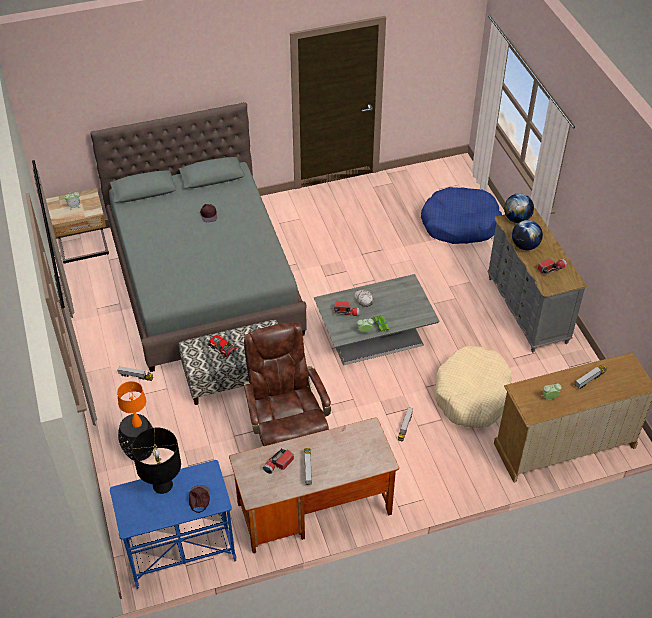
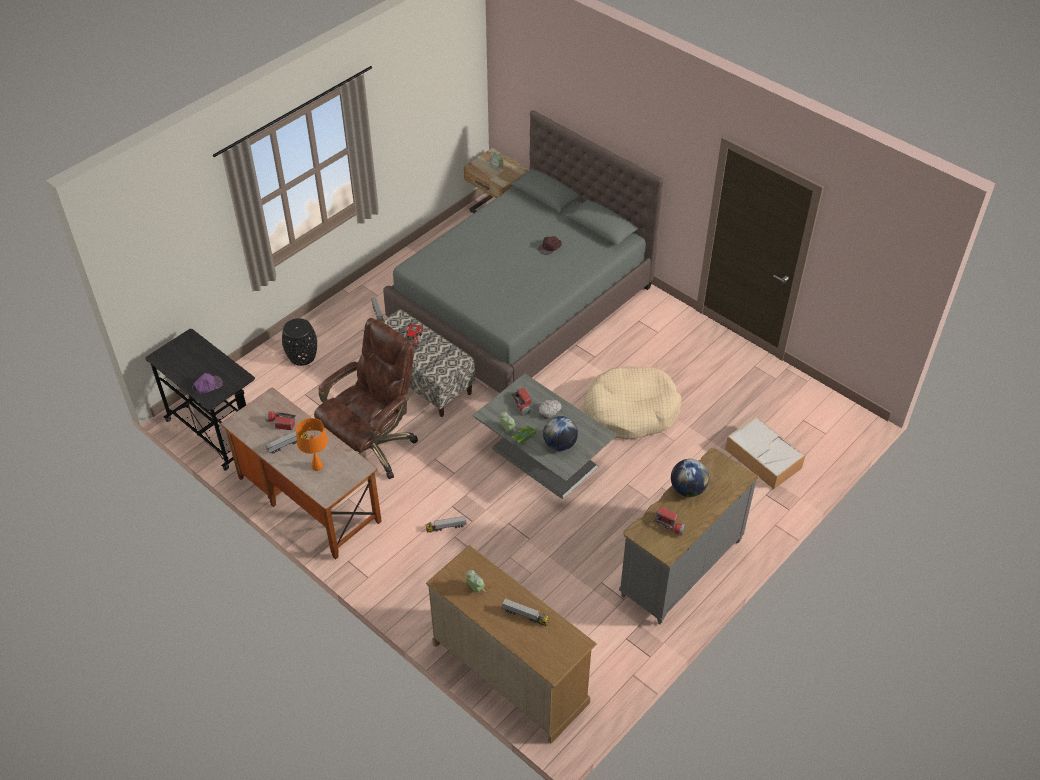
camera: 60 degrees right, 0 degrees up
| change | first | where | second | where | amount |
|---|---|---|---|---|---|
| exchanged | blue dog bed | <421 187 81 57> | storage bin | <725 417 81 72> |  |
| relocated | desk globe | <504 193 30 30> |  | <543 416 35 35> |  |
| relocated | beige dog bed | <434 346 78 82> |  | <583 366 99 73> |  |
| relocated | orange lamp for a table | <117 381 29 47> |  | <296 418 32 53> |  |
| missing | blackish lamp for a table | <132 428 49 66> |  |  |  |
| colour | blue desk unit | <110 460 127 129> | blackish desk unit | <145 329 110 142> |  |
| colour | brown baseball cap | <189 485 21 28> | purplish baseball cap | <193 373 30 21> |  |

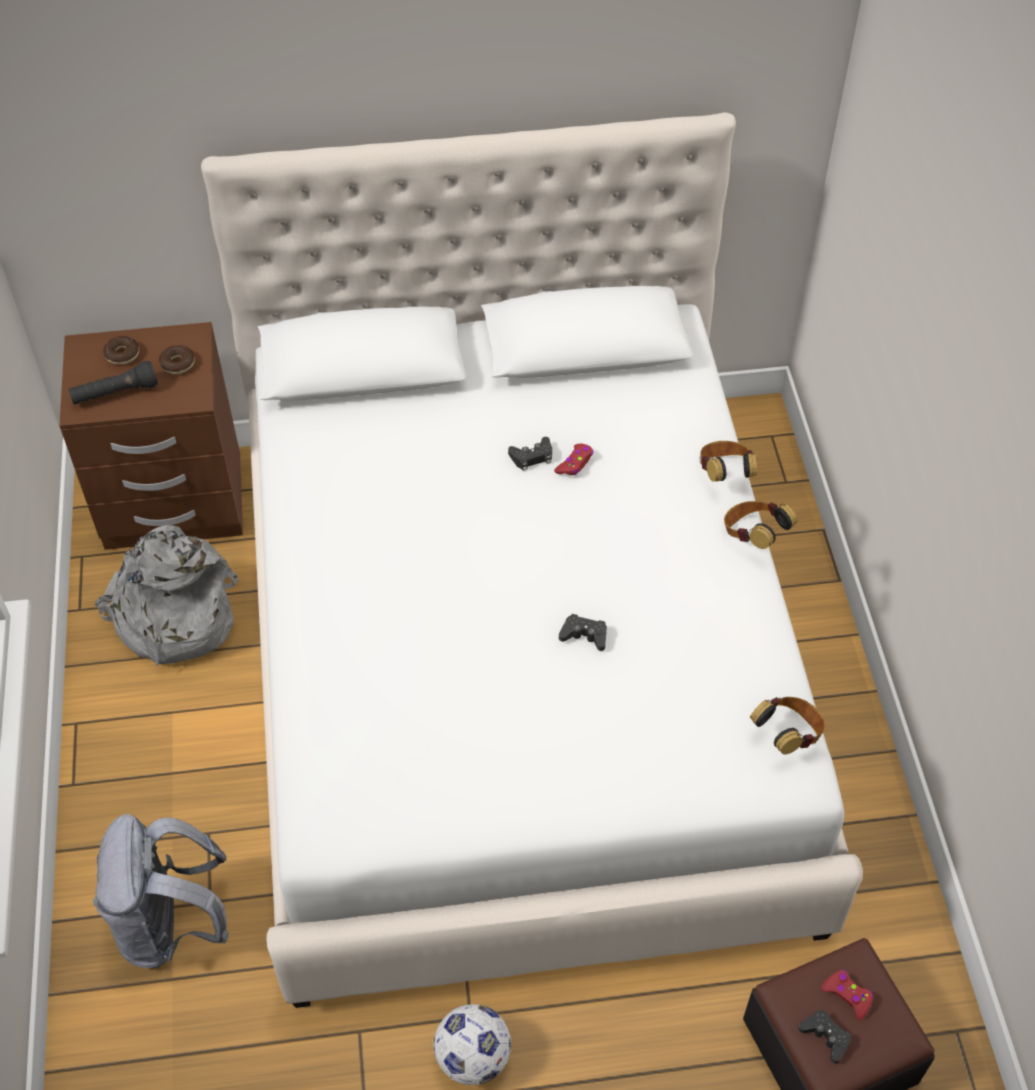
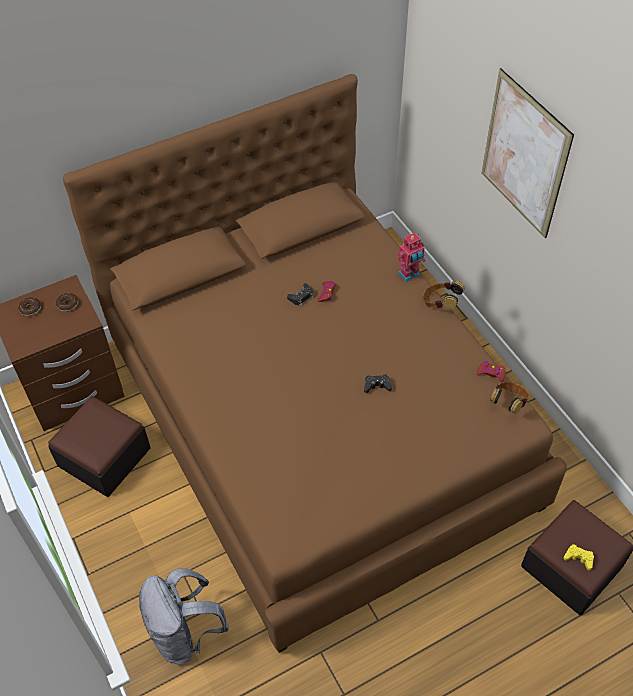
camera: 20 degrees left, 0 degrees up
| change | first | where | second | where | amount |
|---|---|---|---|---|---|
| colour | white-coloured bedroom bed | <201 112 662 896> | brown bedroom bed | <63 74 504 579> |  |
| missing | blackish flashlight | <68 361 90 43> |  |  |  |
| exchanged | headphones | <700 441 57 41> | toy robot | <397 233 29 49> |  |
| exchanged | gray rucksack | <95 525 143 141> | footrest | <48 396 102 101> |  |
| relocated | red joypad | <821 970 52 50> |  | <477 361 28 21> |  |
| missing | football ball | <433 1004 78 81> |  |  |  |
| colour | blackish joypad | <798 1010 53 54> | yellow-coloured joypad | <563 544 31 26> |  |
| appeared |  |  | wall art | <482 68 92 170> |  |

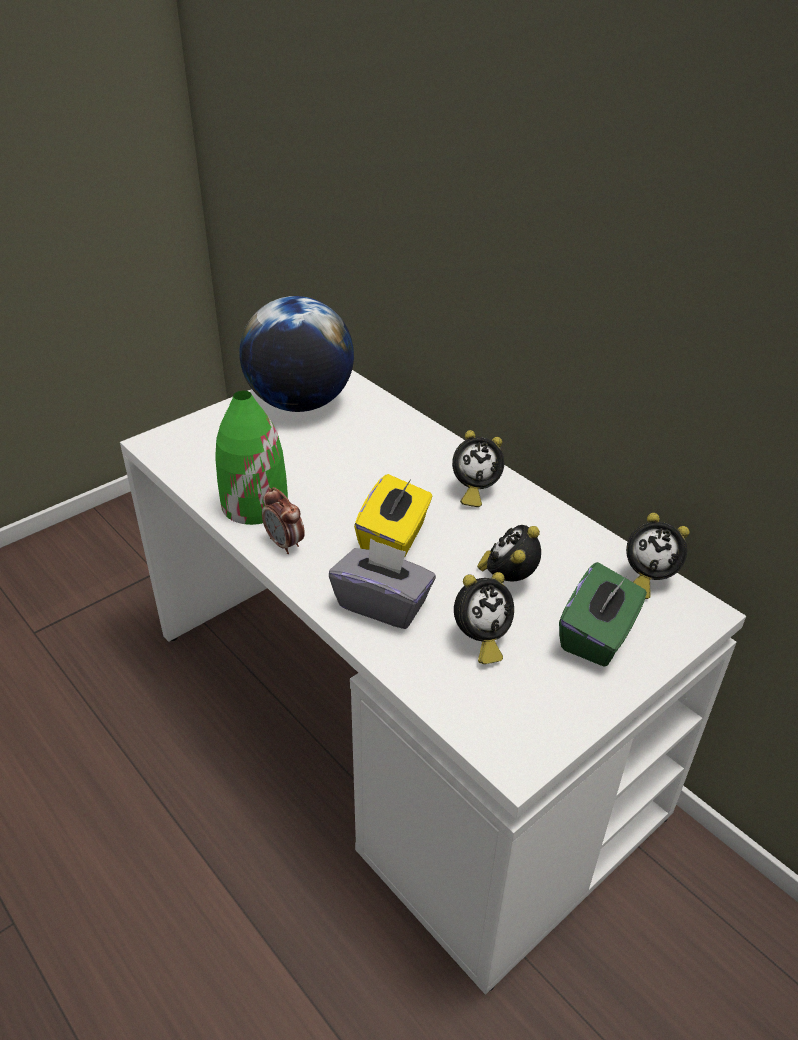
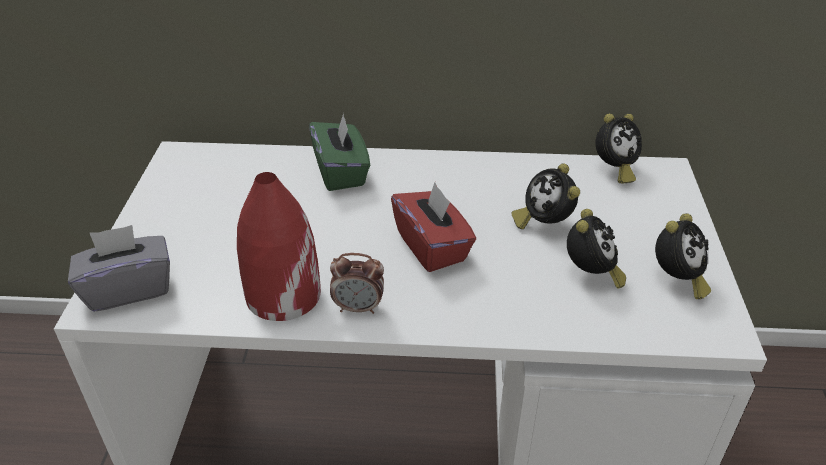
camera: 45 degrees left, 0 degrees up
| change | first | where | second | where | amount |
|---|---|---|---|---|---|
| missing | desk globe | <239 296 115 116> |  |  |  |
| colour | green decorative vase | <215 391 73 134> | red decorative vase | <237 172 84 149> |  |
| relocated | table clock | <452 430 52 77> |  | <655 213 56 86> |  |
| colour | yellow-coloured box of tissues | <354 474 78 84> | red box of tissues | <391 183 85 89> |  |
| relocated | gray box of tissues | <329 538 107 91> |  | <68 225 102 87> |  |
| relocated | green box of tissues | <559 562 88 105> |  | <309 113 61 78> |  |

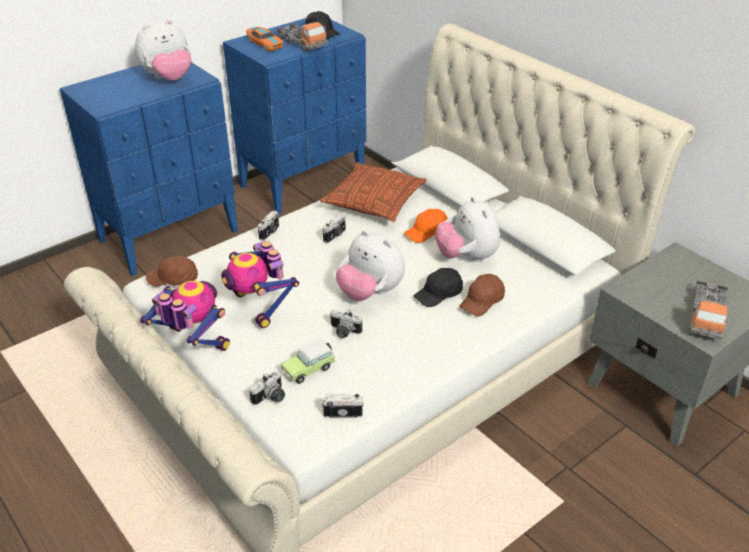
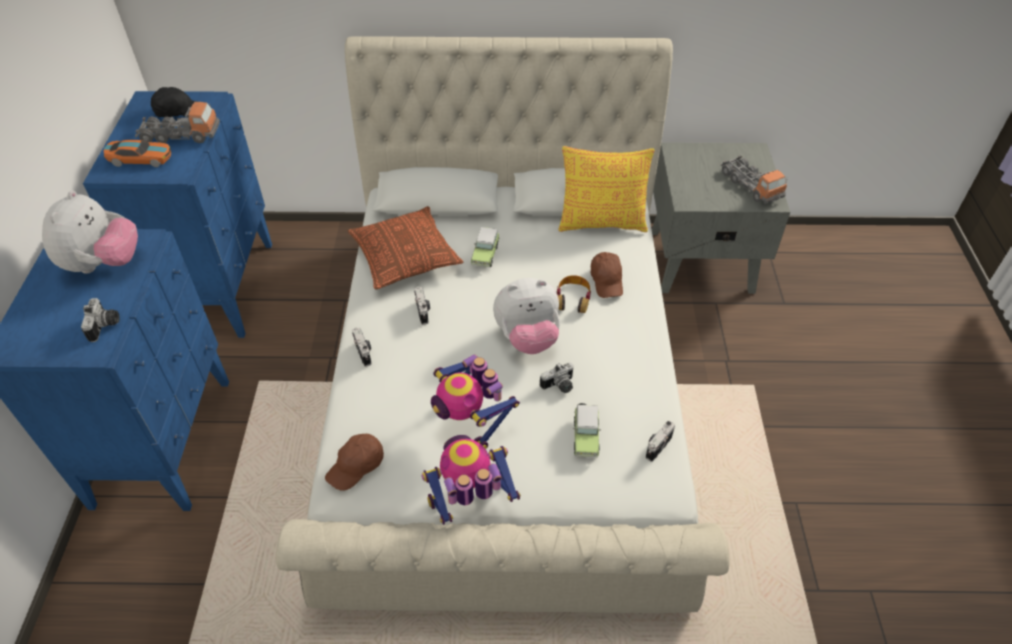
camera: 50 degrees left, 10 degrees up
| change | first | where | second | where | amount |
|---|---|---|---|---|---|
| missing | soft toy | <435 197 65 65> |  |  |  |
| exchanged | orange baseball cap | <404 209 44 34> | model car | <471 227 29 40> |  |
| spun | toy robot | <221 241 78 87> |  | <431 354 89 95> | 45 degrees clockwise |
| exchanged | blackish baseball cap | <413 268 50 39> | headphones | <557 275 34 38> |  |
| relocated | photo camera | <250 371 35 34> |  | <81 298 39 44> |  |
| appeared |  |  | yellow-coloured pillow | <558 146 96 86> |  |

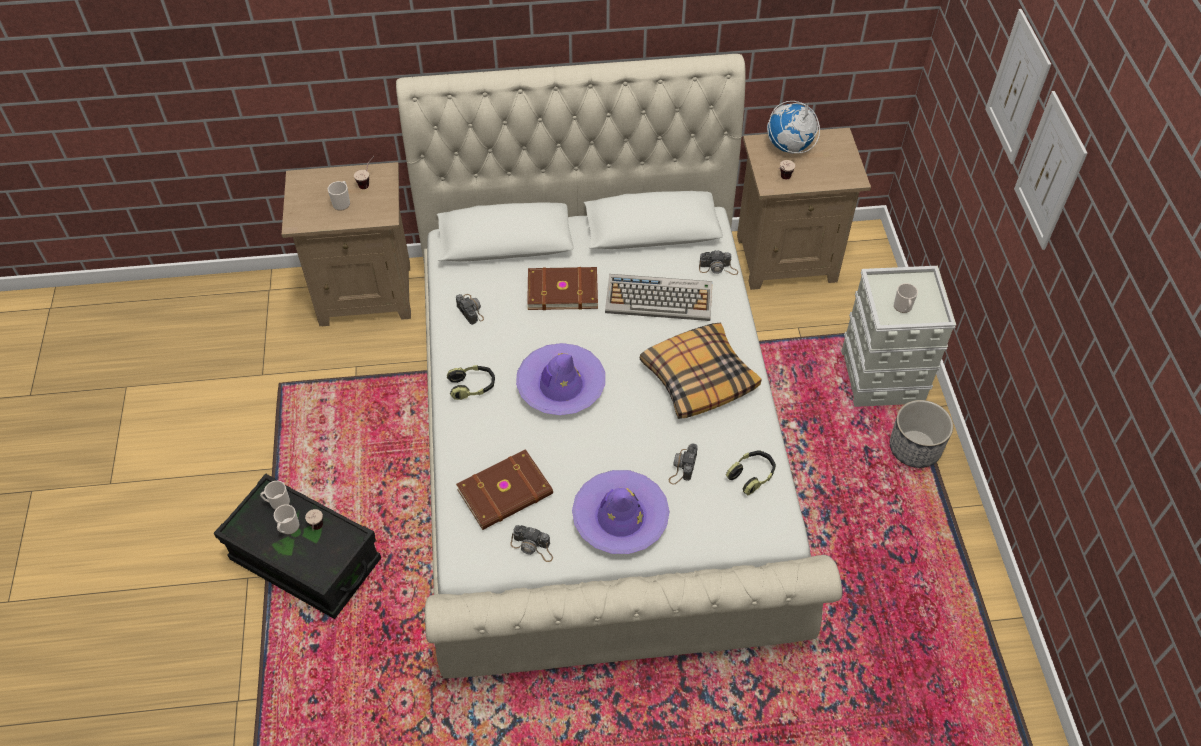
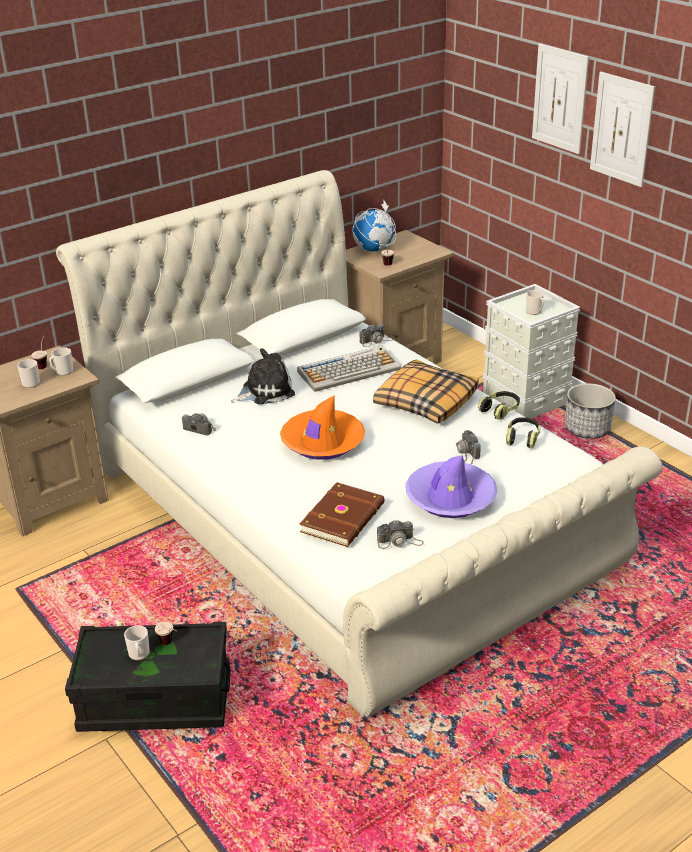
camera: 30 degrees left, 20 degrees down
| change | first | where | second | where | amount |
|---|---|---|---|---|---|
| exchanged | brown bound book | <527 267 71 43> | soft toy | <231 348 64 57> |  |
| colour | purplish hat | <516 343 89 72> | orange hat | <280 396 85 64> |  |
| relocated | headphones | <447 365 48 35> |  | <478 391 42 29> |  |
| relocated | coffee mug | <260 481 30 29> |  | <49 347 24 29> |  |

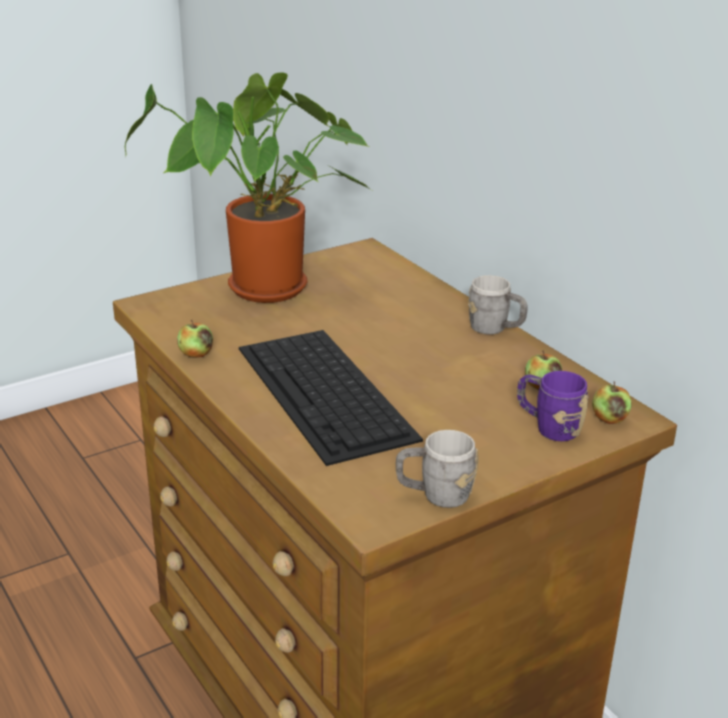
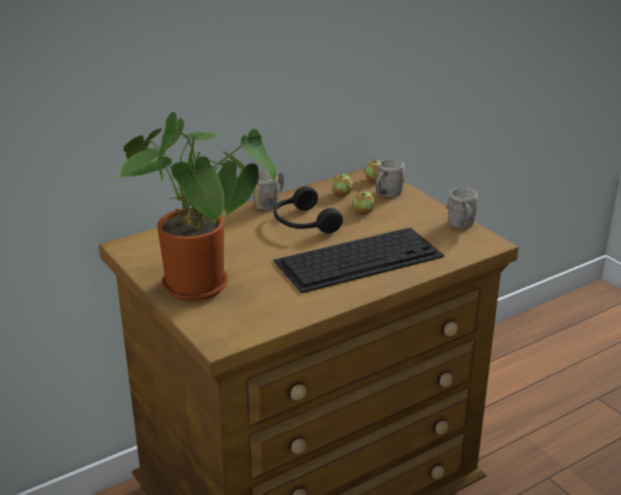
camera: 90 degrees left, 0 degrees up
| change | first | where | second | where | amount |
|---|---|---|---|---|---|
| relocated | apple fruit | <177 320 36 38> |  | <353 191 22 23> |  |
| colour | purplish coffee mug | <517 371 72 70> | gray coffee mug | <376 159 30 38> |  |
| appeared |  |  | blackish headphones | <273 186 70 47> |  |

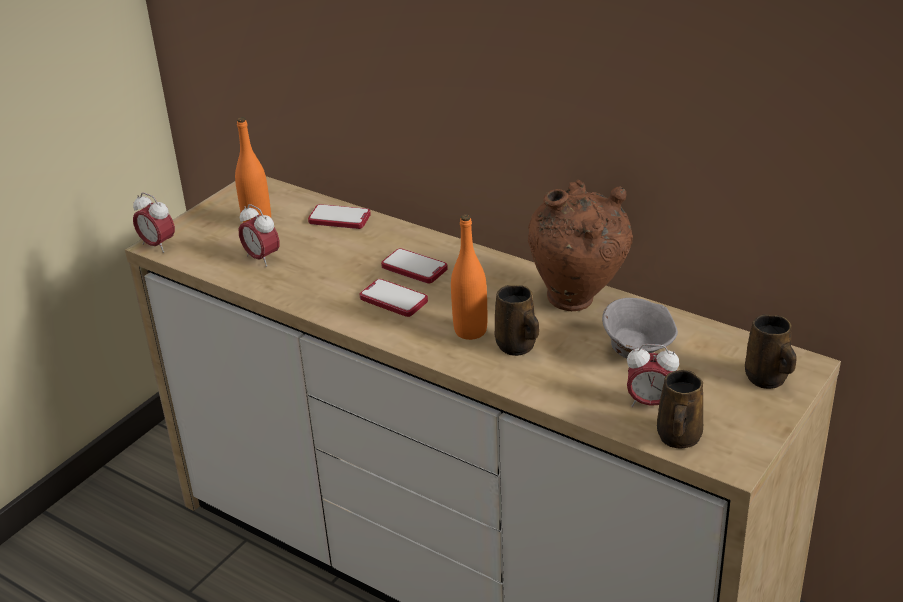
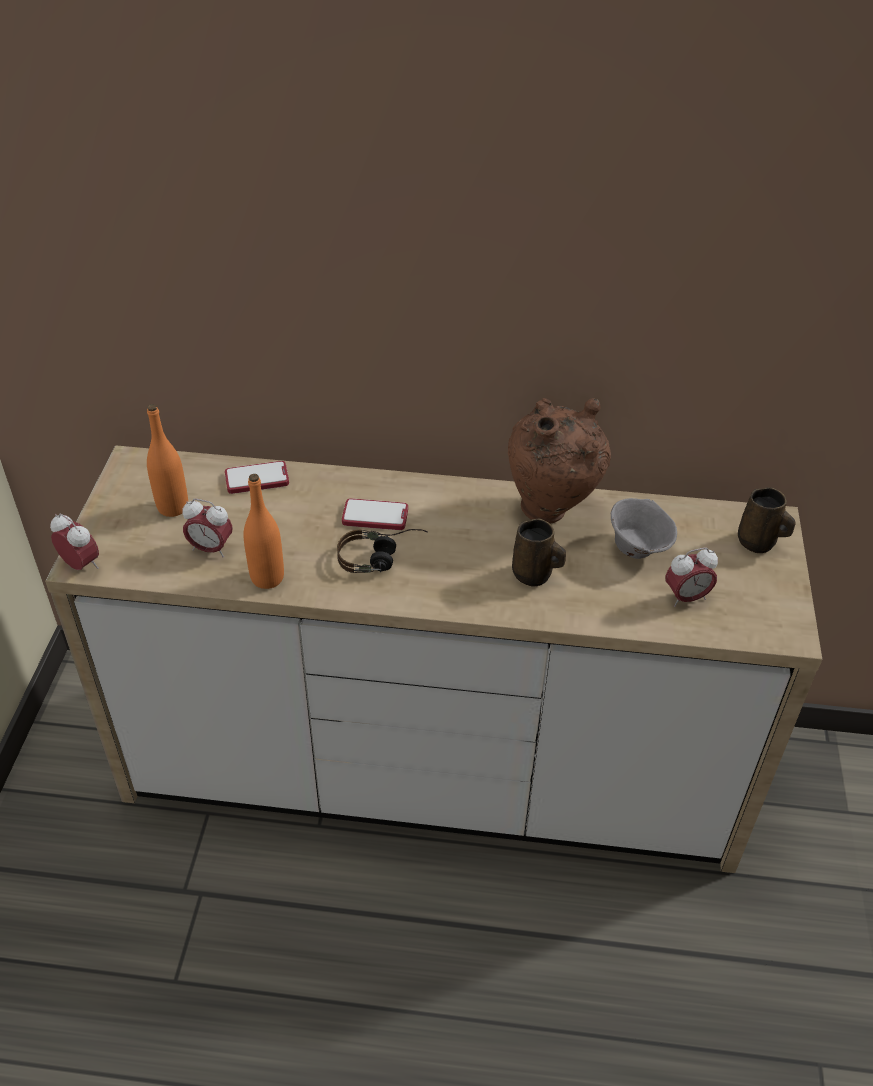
camera: 30 degrees left, 10 degrees up
| change | first | where | second | where | amount |
|---|---|---|---|---|---|
| spun | table clock | <133 193 42 60> |  | <50 514 49 56> | 150 degrees counterclockwise |
| relocated | orange drink bottle | <451 214 36 126> |  | <243 474 41 115> |  |
| exchanged | handset | <360 279 68 38> | headphones | <337 529 91 44> |  |
| missing | brown coffee mug | <657 370 46 79> |  |  |  |

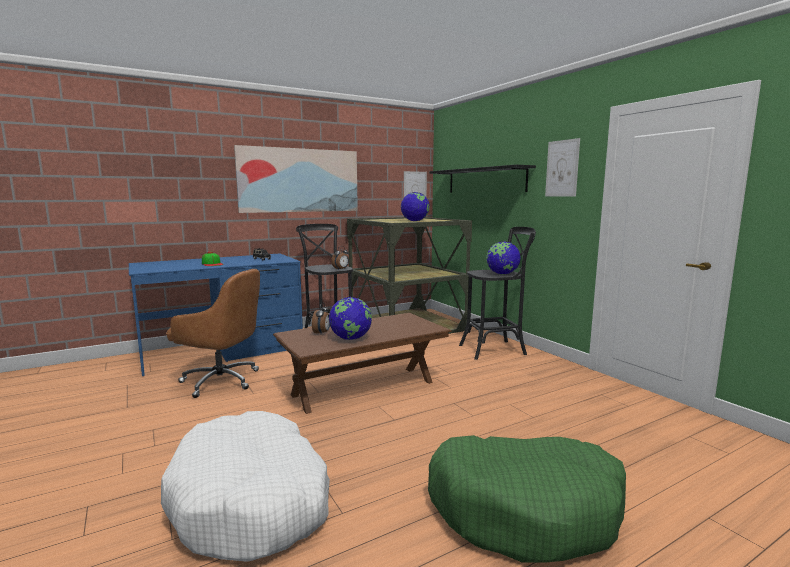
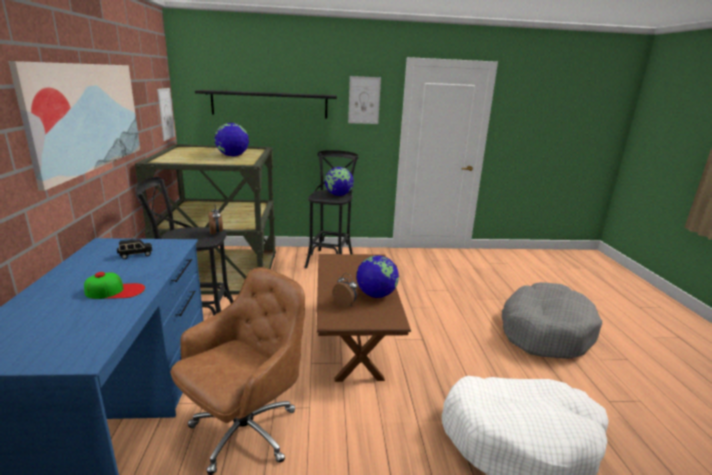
camera: 65 degrees left, 10 degrees up
| change | first | where | second | where | amount |
|---|---|---|---|---|---|
| colour | green dog bed | <428 435 198 128> | gray dog bed | <502 282 100 77> |  |

